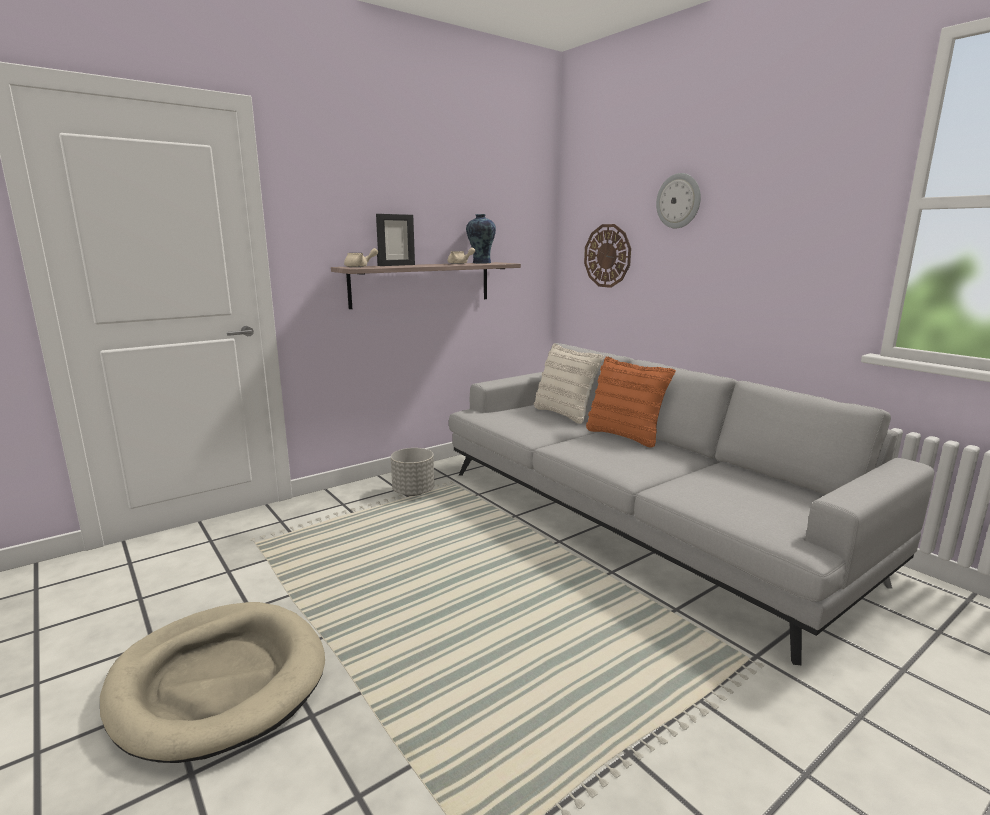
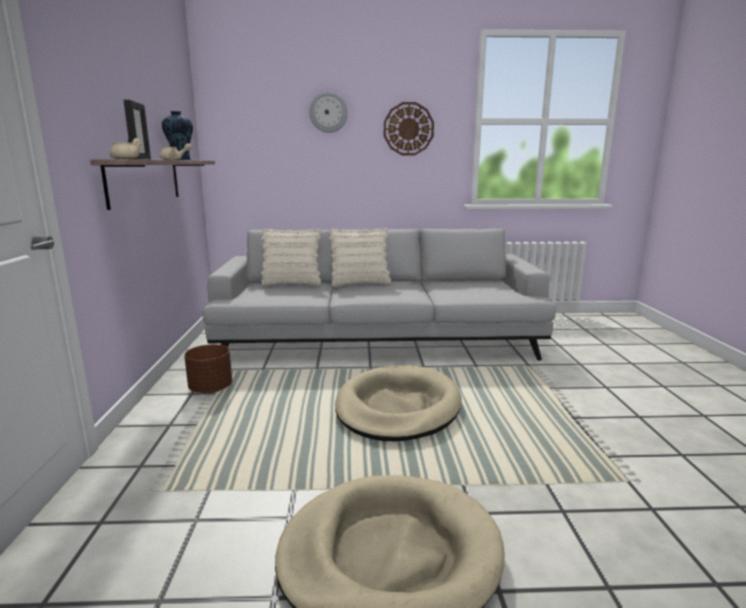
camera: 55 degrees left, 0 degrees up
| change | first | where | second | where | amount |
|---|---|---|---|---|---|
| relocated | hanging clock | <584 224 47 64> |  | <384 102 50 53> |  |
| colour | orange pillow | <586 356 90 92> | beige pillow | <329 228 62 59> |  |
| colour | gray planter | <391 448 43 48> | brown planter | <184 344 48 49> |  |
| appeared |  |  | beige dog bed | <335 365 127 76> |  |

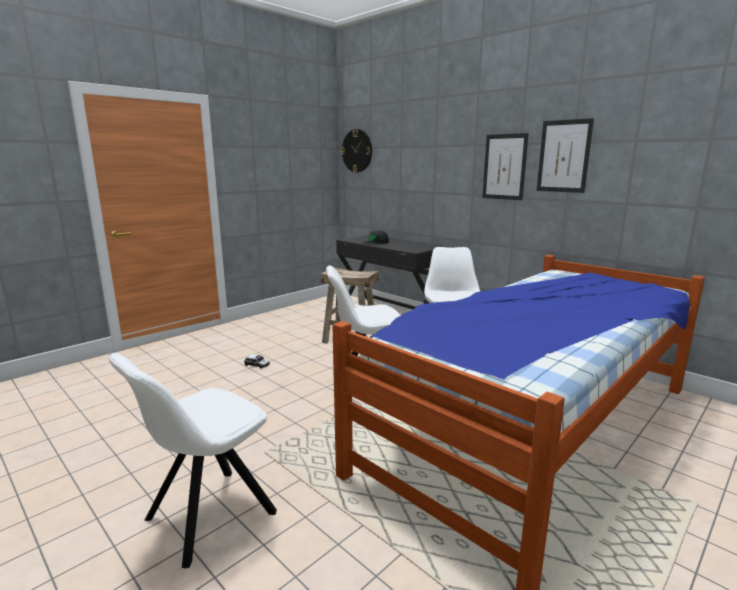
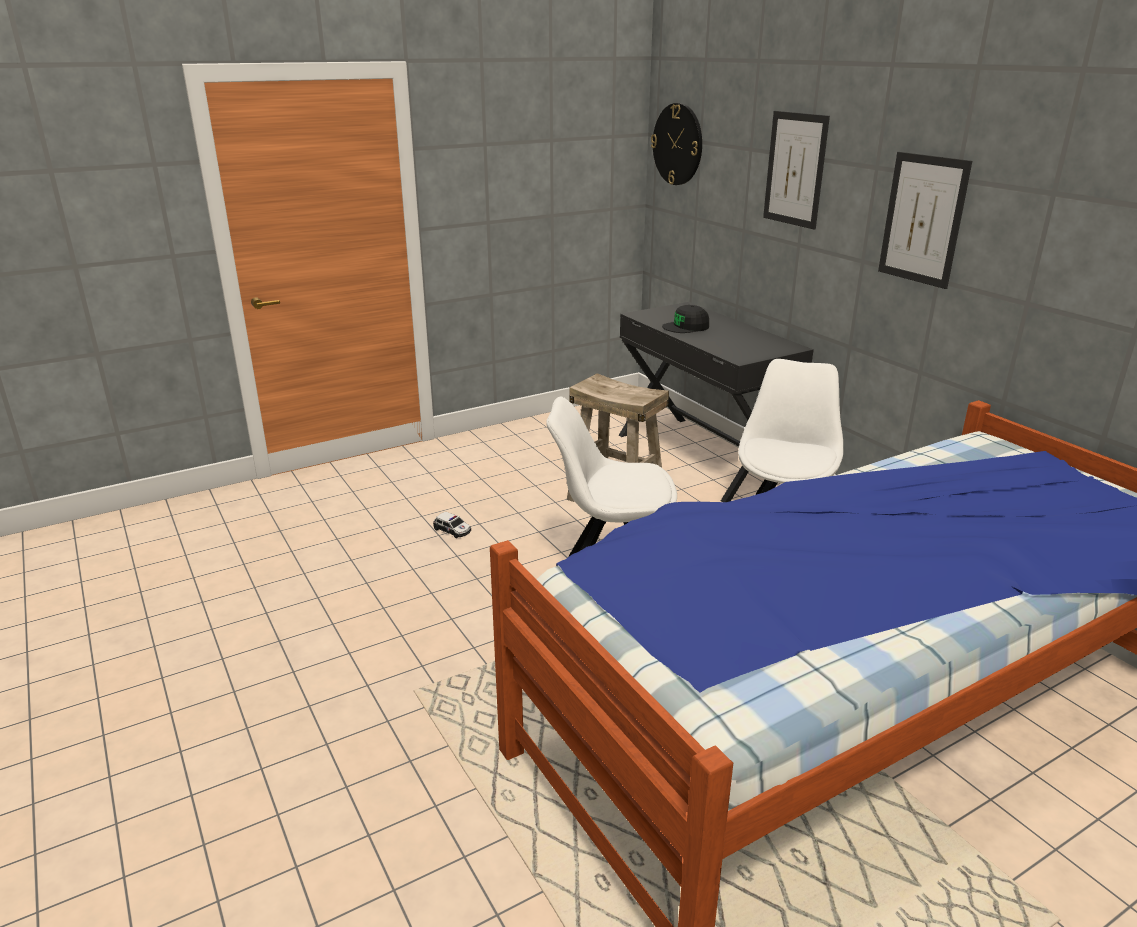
camera: 15 degrees right, 10 degrees up
| change | first | where | second | where | amount |
|---|---|---|---|---|---|
| relocated | wall art | <537 118 57 75> |  | <763 111 67 119> |  |
| missing | white-coloured plain chair | <109 353 168 215> |  |  |  |

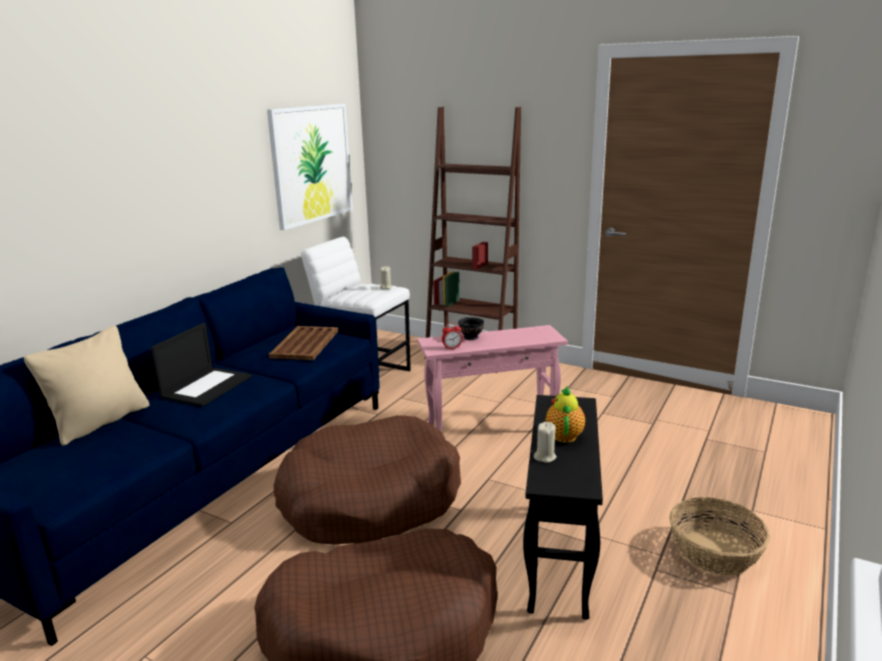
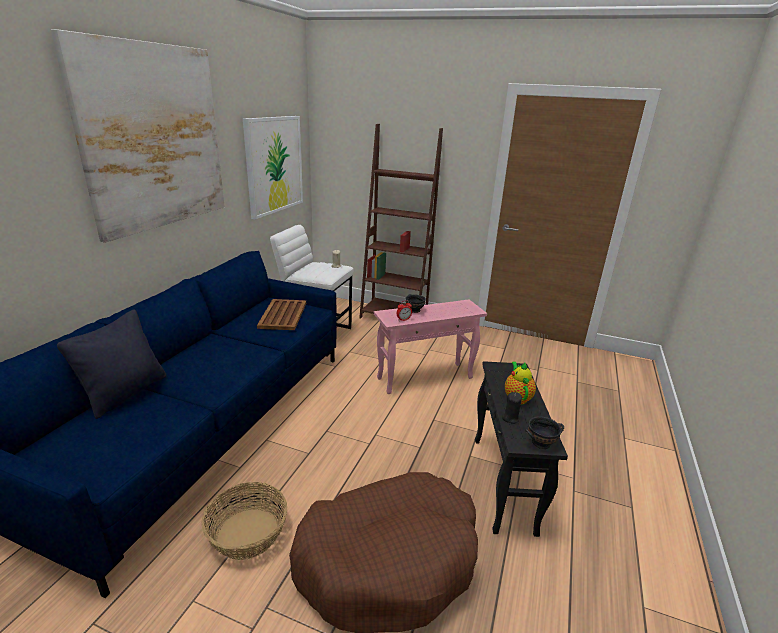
camera: 10 degrees left, 5 degrees up
| change | first | where | second | where | amount |
|---|---|---|---|---|---|
| missing | portable computer | <151 323 101 84> |  |  |  |
| colour | beige pillow | <24 325 126 121> | blackish pillow | <57 309 109 110> |  |
| missing | brown dog bed | <274 415 187 130> |  |  |  |
| colour | beige wax light | <534 422 23 41> | blackish wax light | <502 392 20 32> |  |
| relocated | household basket | <670 497 100 78> |  | <202 482 85 78> |  |
| appeared |  |  | wall art | <51 29 174 214> |  |
| appeared |  |  | blackish deep dish | <525 416 39 33> |  |

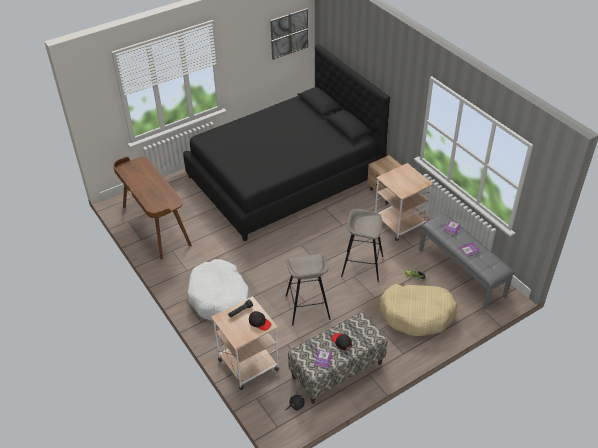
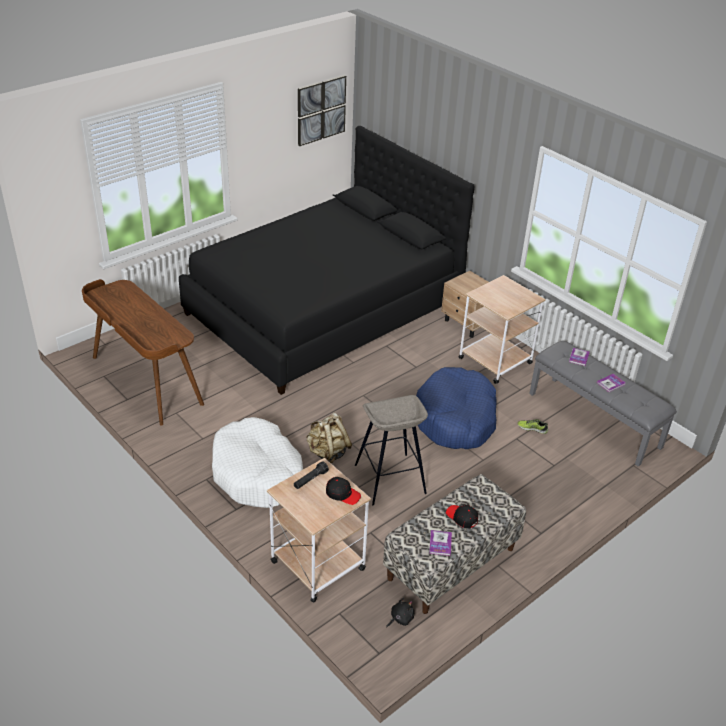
camera: 10 degrees left, 5 degrees down
| change | first | where | second | where | amount |
|---|---|---|---|---|---|
| exchanged | gray stool seat | <341 209 42 73> | blue dog bed | <416 367 80 82> |  |
| missing | beige dog bed | <379 284 79 52> |  |  |  |
| appeared |  |  | beige rucksack | <306 413 46 50> |  |

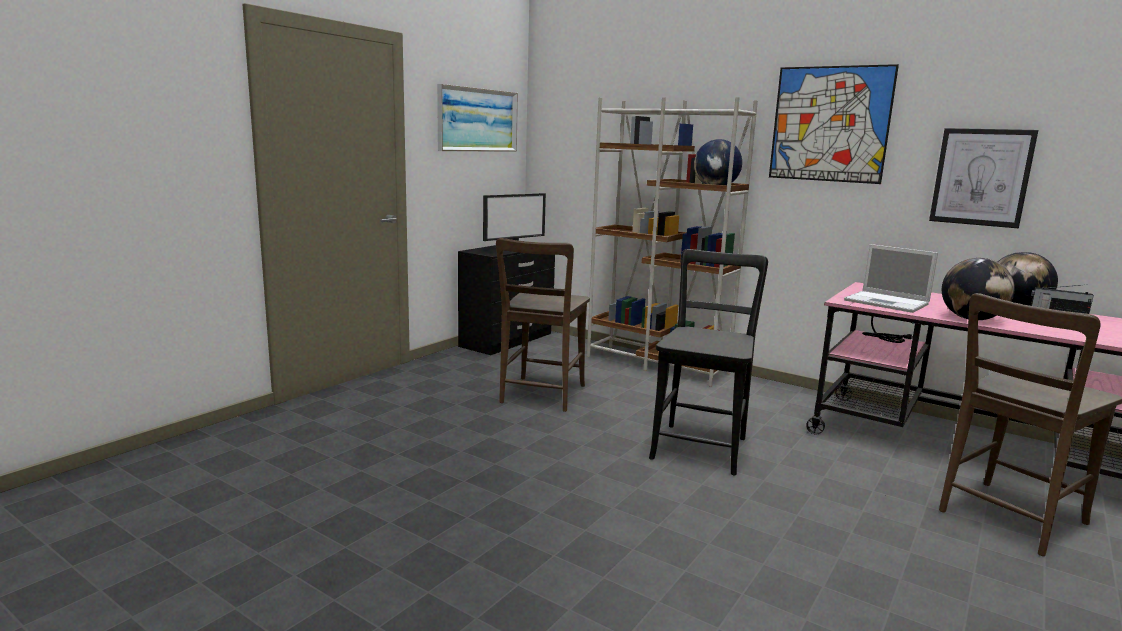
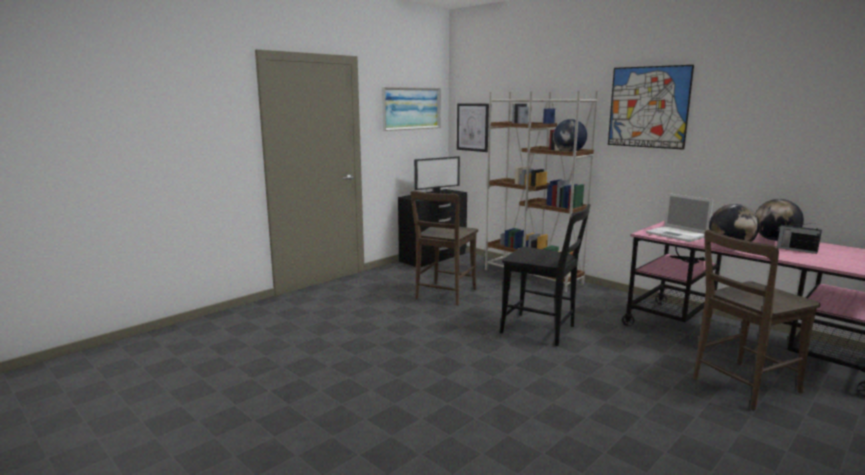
camera: 10 degrees right, 0 degrees up
| change | first | where | second | where | amount |
|---|---|---|---|---|---|
| relocated | wall art | <929 128 109 101> |  | <457 103 32 49> |  |
| spun | blackish plain chair | <649 249 119 227> |  | <499 204 91 142> | 90 degrees clockwise |

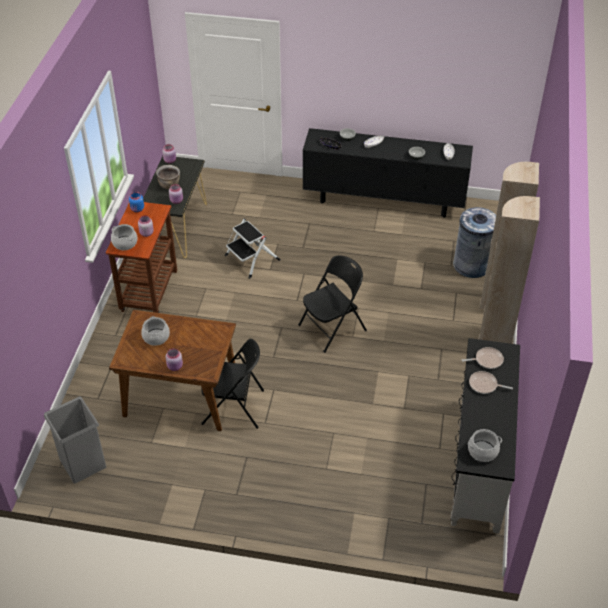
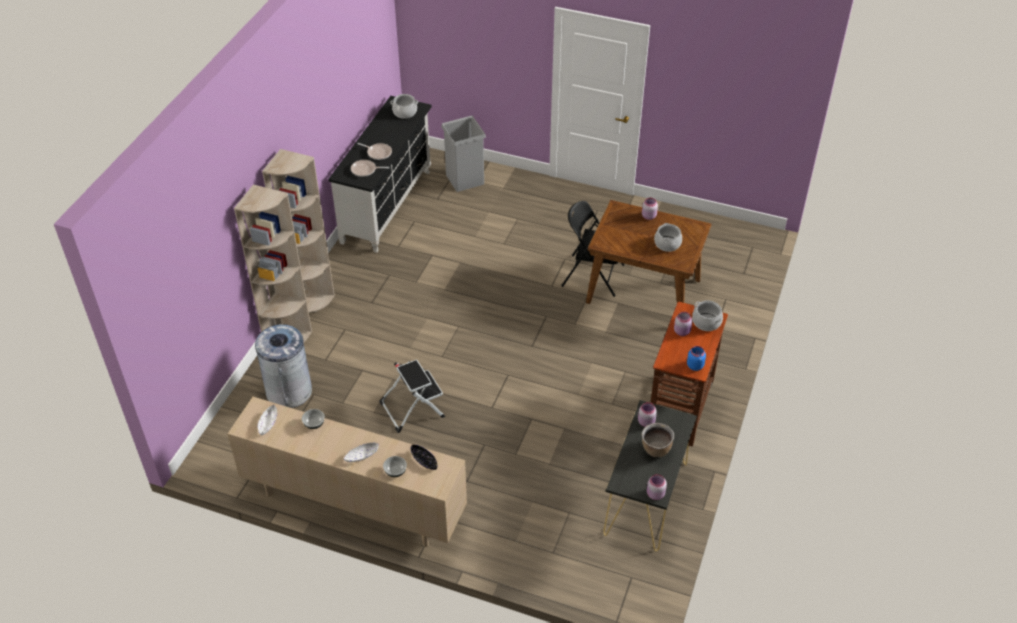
camera: 170 degrees left, 0 degrees up
| change | first | where | second | where | amount |
|---|---|---|---|---|---|
| colour | blackish cabinet | <303 128 170 90> | beige cabinet | <228 397 239 150> |  |
| relocated | step stool | <225 218 56 61> |  | <379 360 67 73> |  |
| missing | blackish plain chair | <298 256 69 97> |  |  |  |
| relocated | gray waste bin | <44 396 62 88> |  | <441 116 45 76> |  |

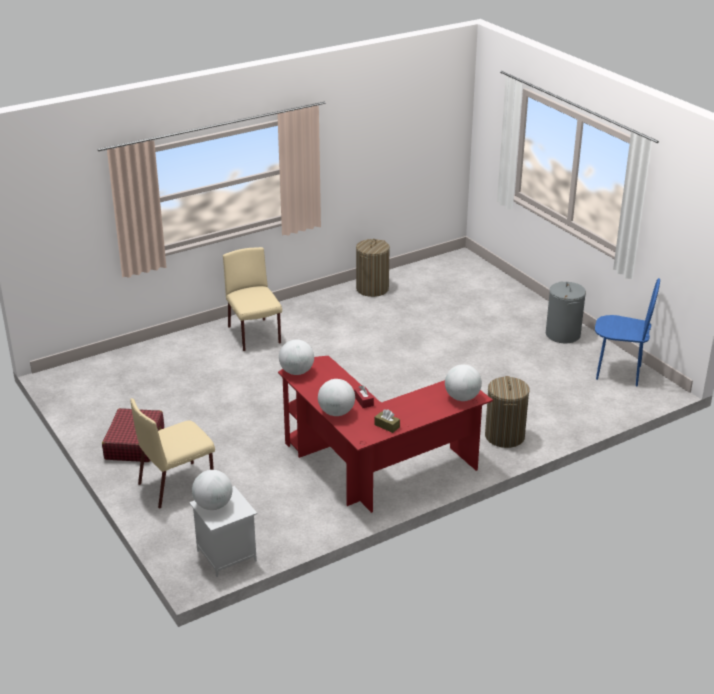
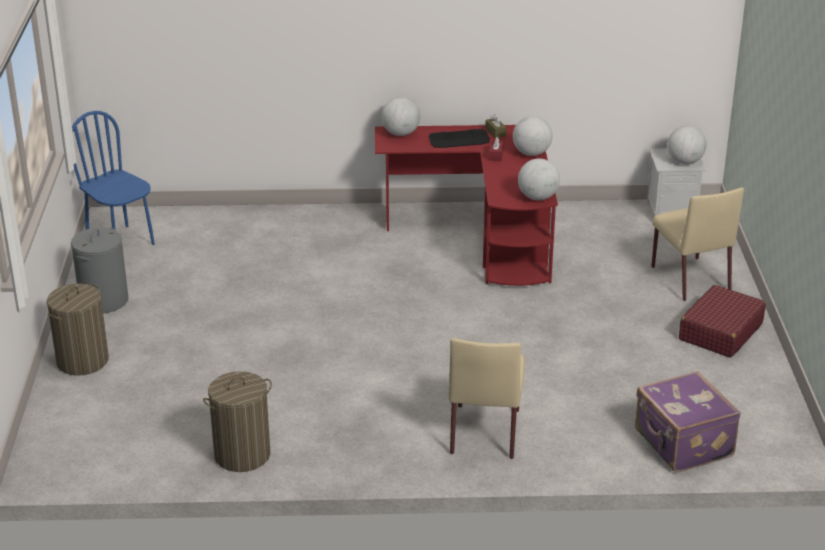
camera: 150 degrees left, 0 degrees up
| change | first | where | second | where | amount |
|---|---|---|---|---|---|
| relocated | laundry basket | <485 376 45 72> |  | <47 284 62 92> |  |
| spun | beige plain chair | <130 398 85 111> |  | <651 188 93 113> | 75 degrees clockwise |
| appeared |  |  | PC keyboard | <429 129 61 19> |  |
| appeared |  |  | purplish travel case | <635 371 105 101> |  |

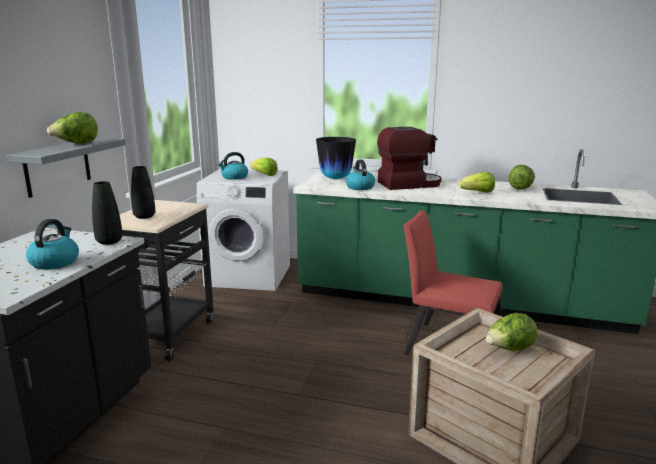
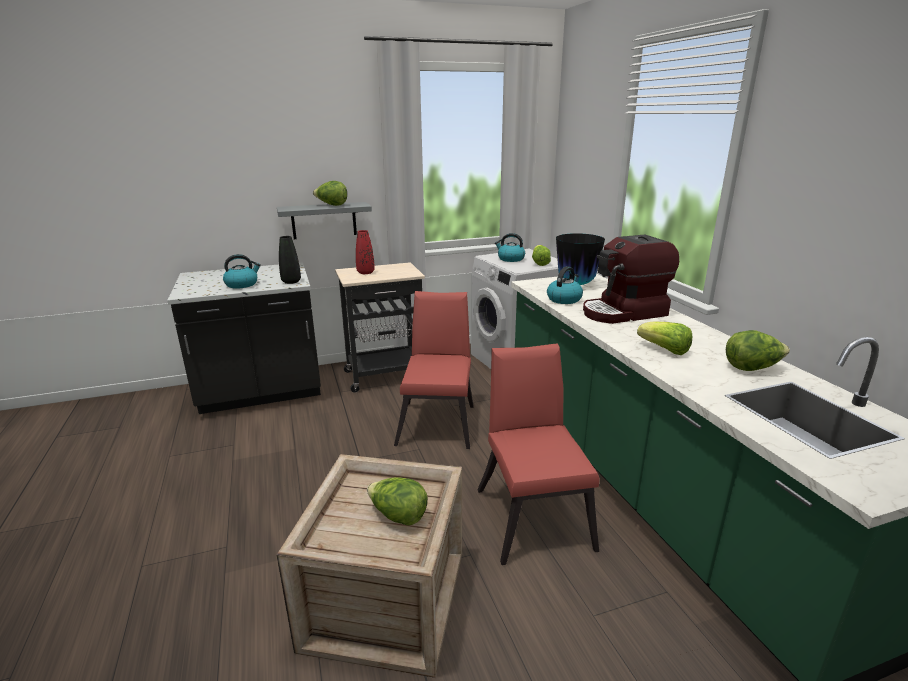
camera: 55 degrees right, 5 degrees up
| change | first | where | second | where | amount |
|---|---|---|---|---|---|
| spun | coffee machine | <377 127 64 63> |  | <583 235 96 89> | 120 degrees clockwise |
| colour | blackish decorative vase | <131 166 25 53> | red decorative vase | <356 230 19 44> |  |
| appeared |  |  | red plain chair | <394 291 79 158> |  |

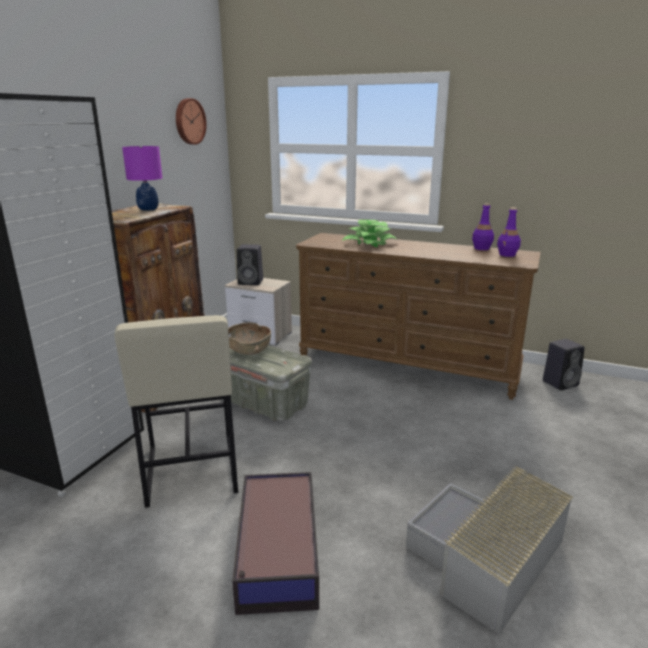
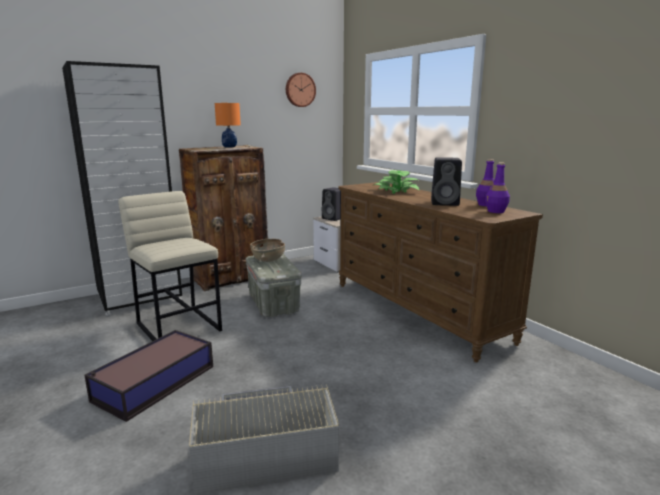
camera: 35 degrees right, 5 degrees down
| change | first | where | second | where | amount |
|---|---|---|---|---|---|
| colour | purplish lamp for a table | <122 146 40 65> | orange lamp for a table | <215 102 26 46> |  |
| spun | beige plain chair | <114 315 124 193> |  | <118 191 104 150> | 120 degrees clockwise |
| relocated | blackish speaker | <543 339 42 51> |  | <431 157 31 49> |  |

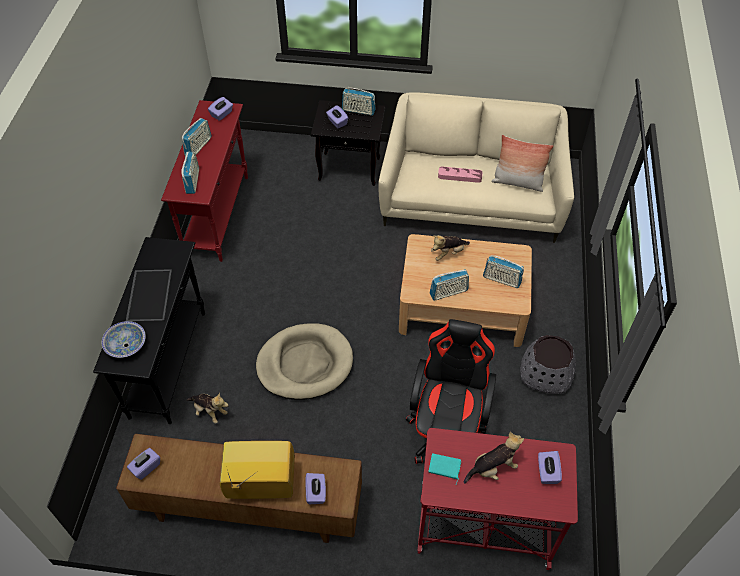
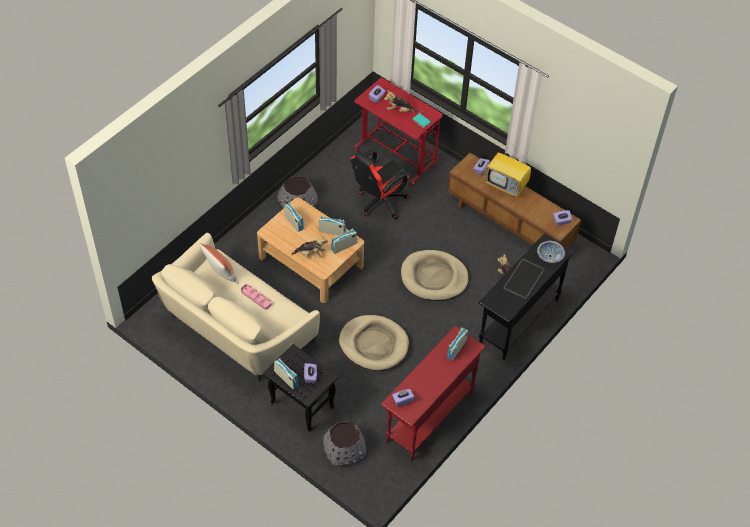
camera: 150 degrees left, 0 degrees up
| change | first | where | second | where | amount |
|---|---|---|---|---|---|
| relocated | radio | <182 118 29 37> |  | <331 229 26 25> |  |
| appeared |  |  | beige dog bed | <339 315 70 56> |  |
| appeared |  |  | gray planter | <323 421 43 45> |  |

